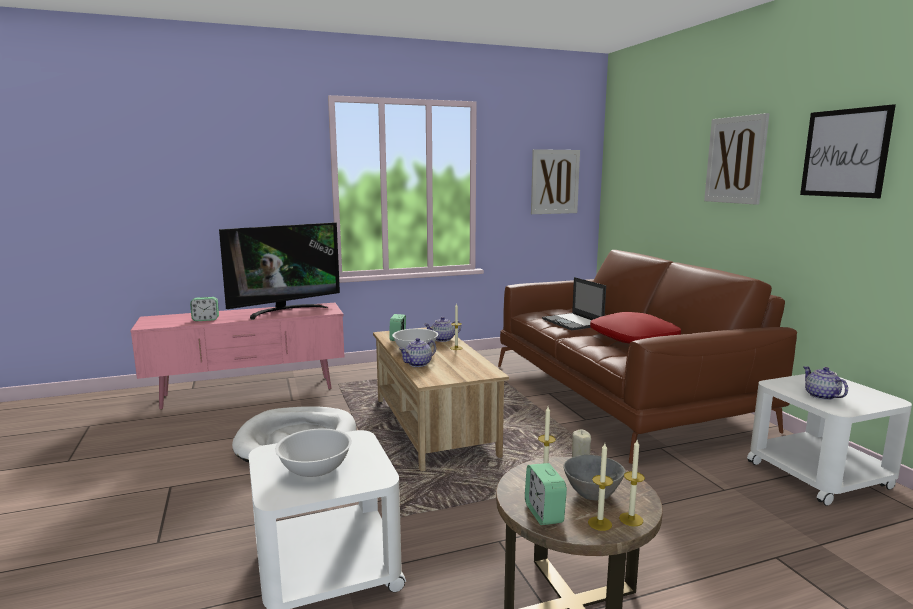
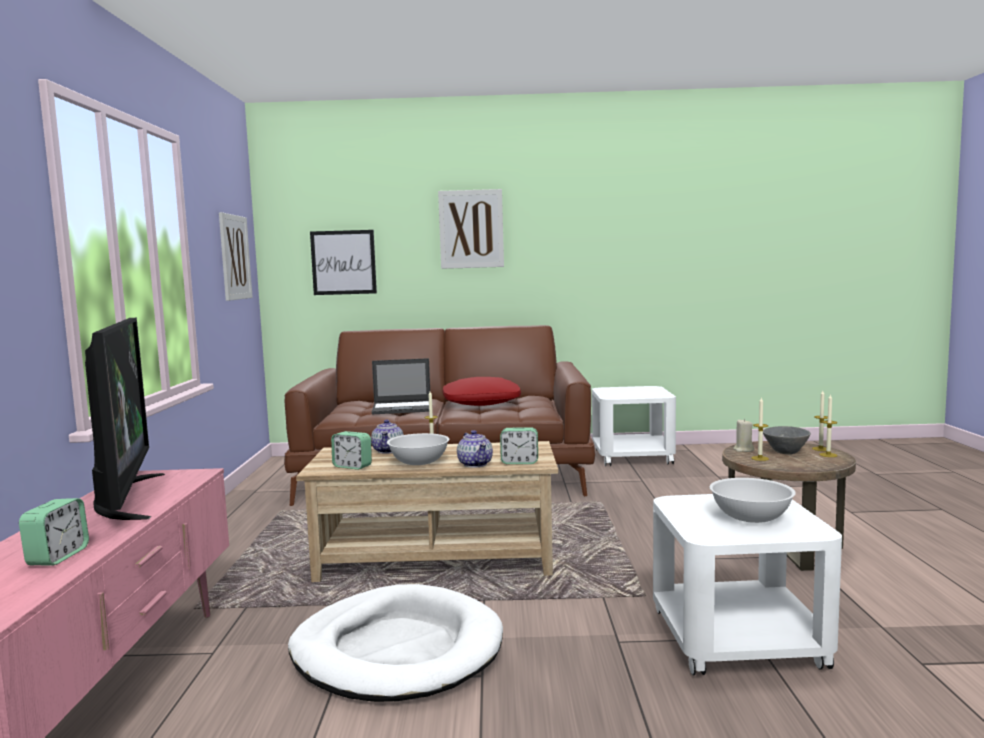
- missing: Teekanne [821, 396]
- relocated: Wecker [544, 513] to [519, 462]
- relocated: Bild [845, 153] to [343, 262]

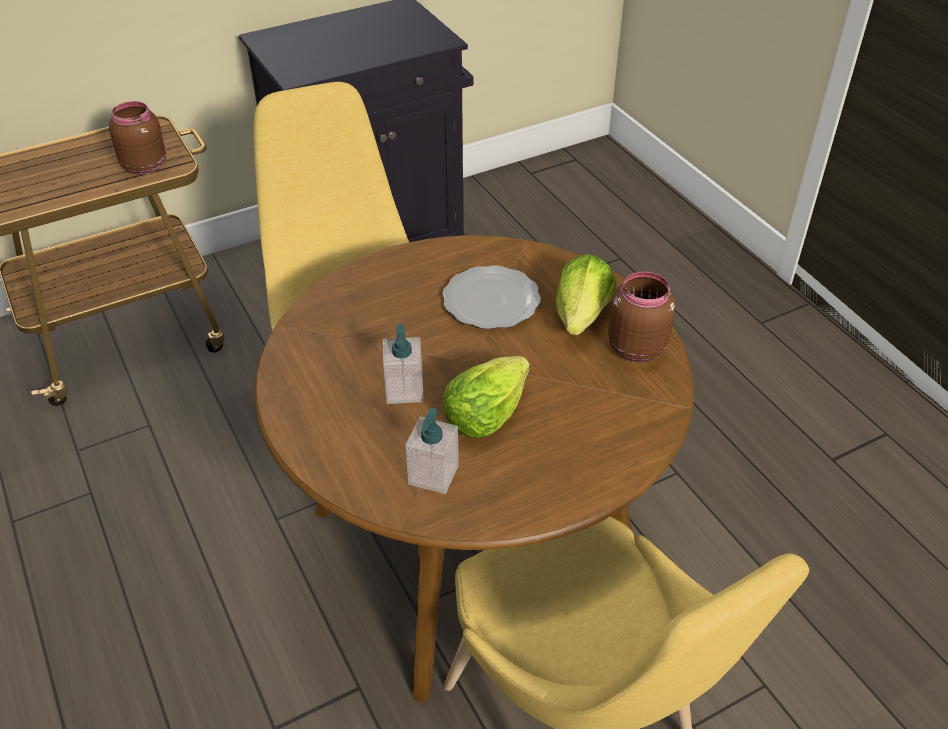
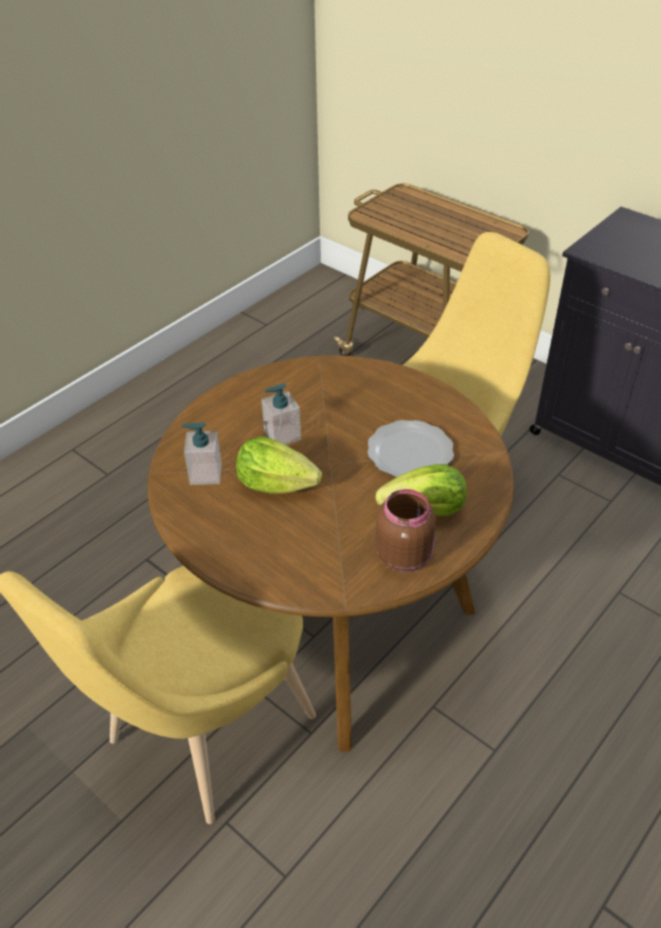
- missing: Vorratsglas [braun] [145, 165]

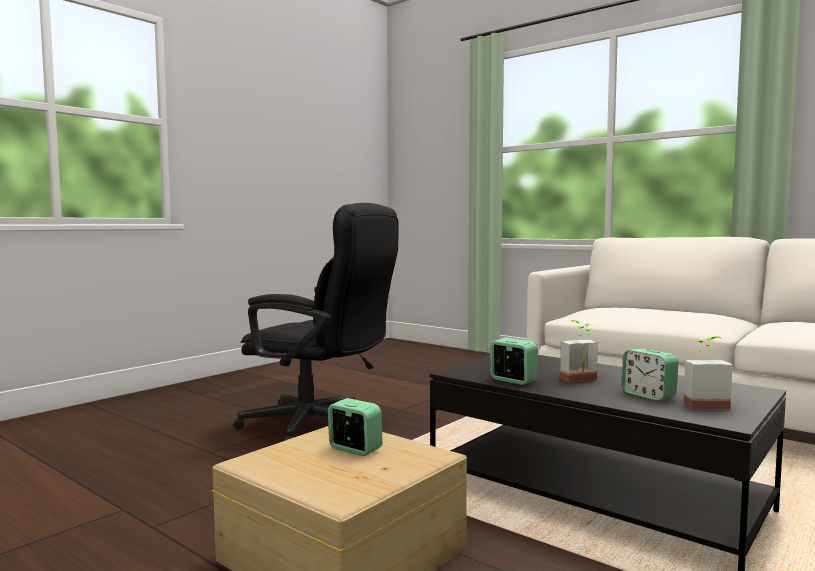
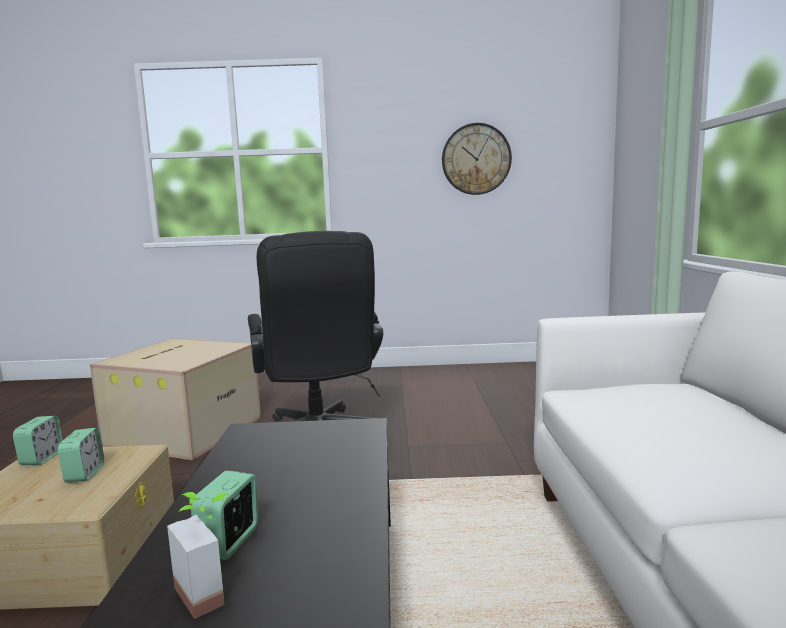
- missing: Topfpflanze [582, 381]
- appeared: Karton [185, 430]
- appeared: Wanduhr [476, 159]
- relocated: Wecker [513, 380] to [42, 458]

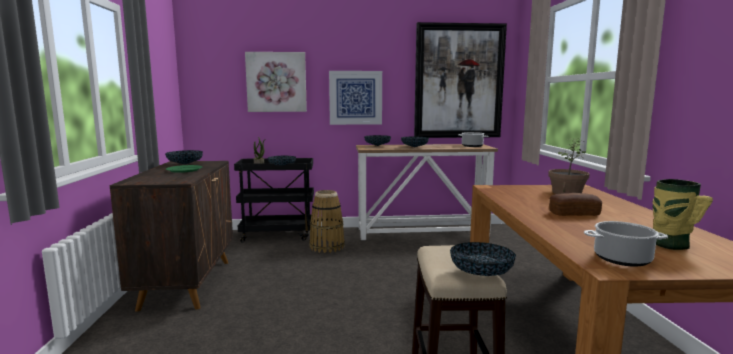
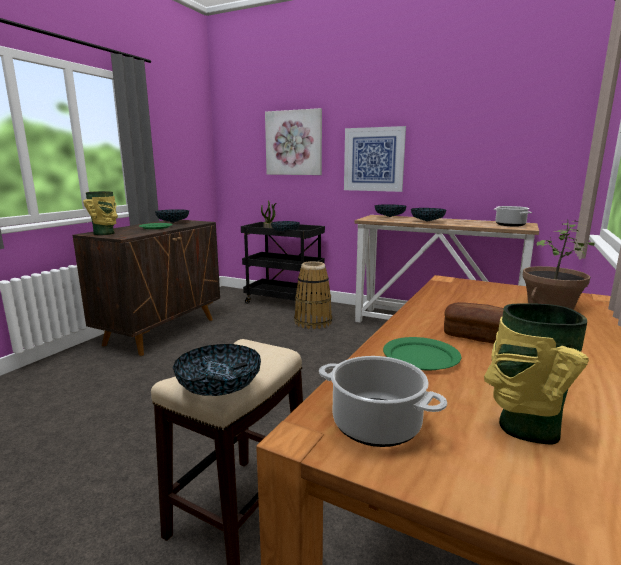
- missing: Bild [458, 81]
- appeared: Vase [105, 233]
- appeared: Teller [grün] [420, 357]

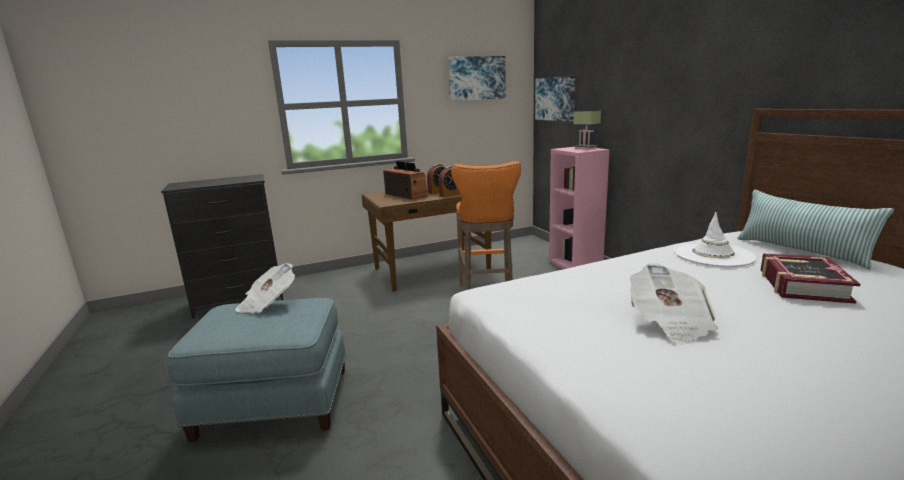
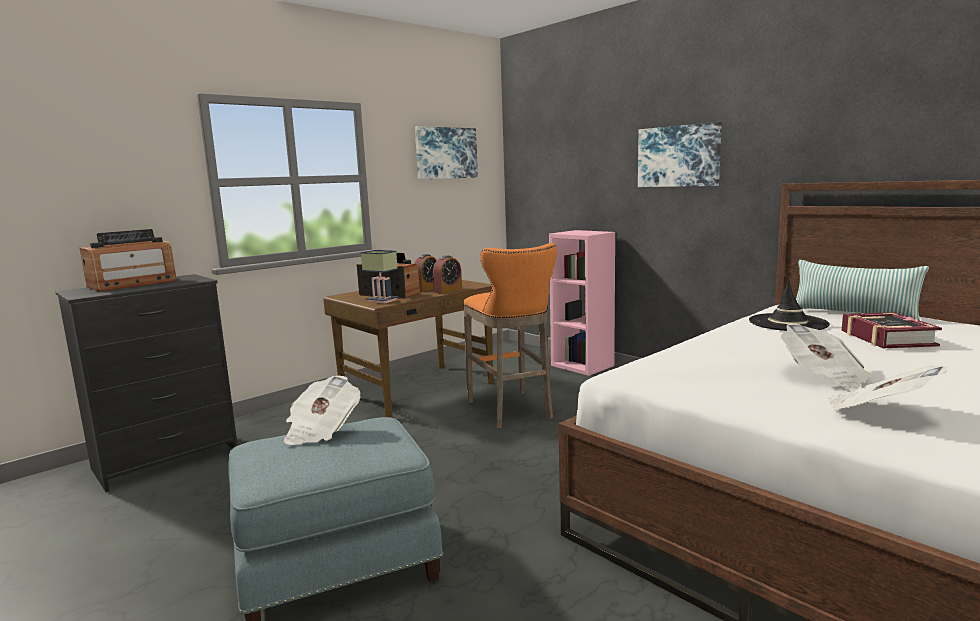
- appeared: Radio [133, 284]
- appeared: Zeitung [878, 412]
- relocated: Bild [555, 99] to [679, 156]
- relocated: Tischlampe [587, 148] to [384, 301]
- colour: Hut [weiß] [713, 255] to Hut [schwarz] [788, 323]

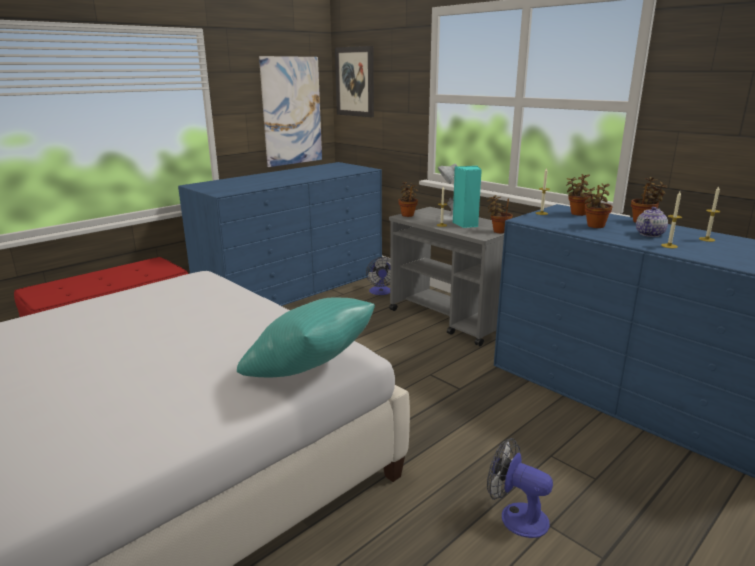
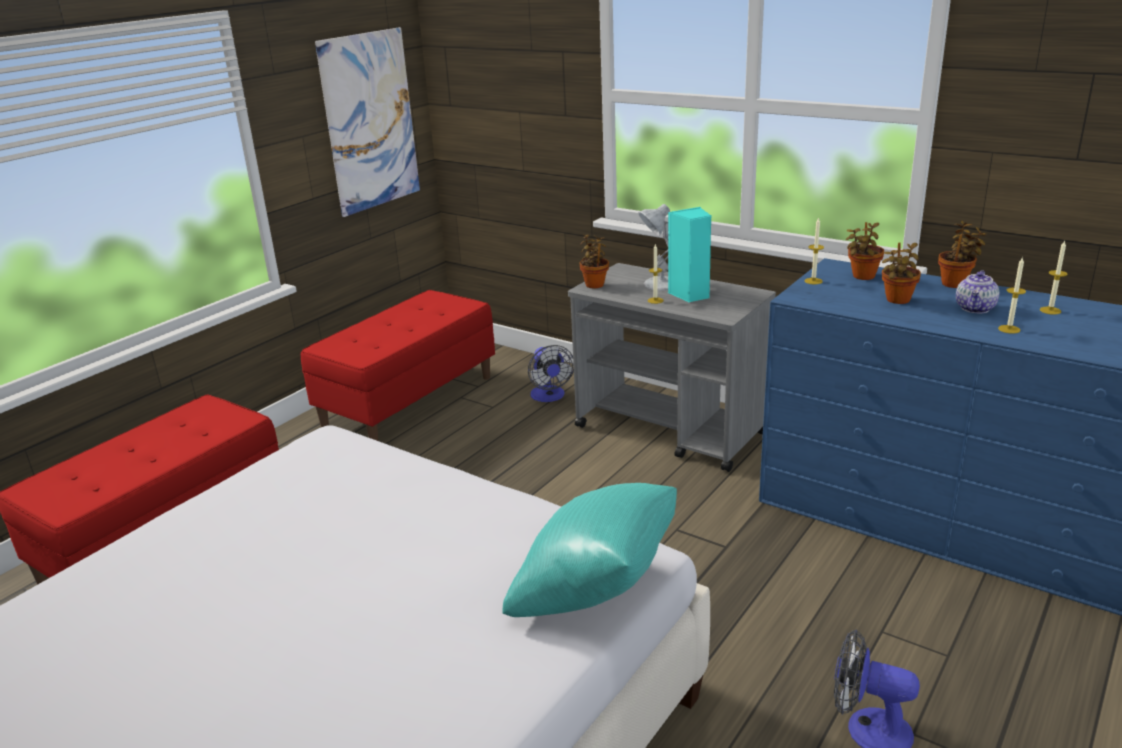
- missing: Bild [355, 82]
- missing: Topfpflanze [498, 231]
- exchanged: Kommode [blau] [294, 286] to Bank [rot] [409, 401]

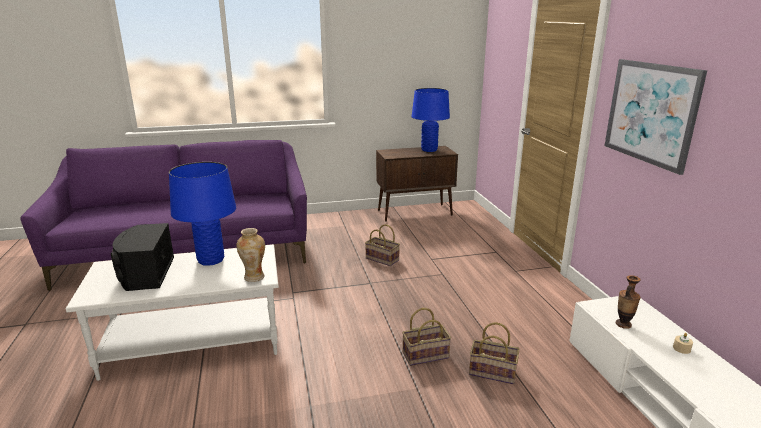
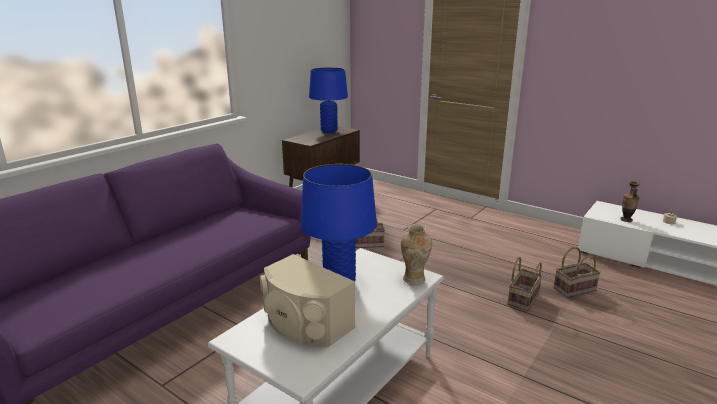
- missing: Bild [650, 113]
- colour: Lautsprecher [schwarz] [145, 273] to Lautsprecher [beige] [305, 323]

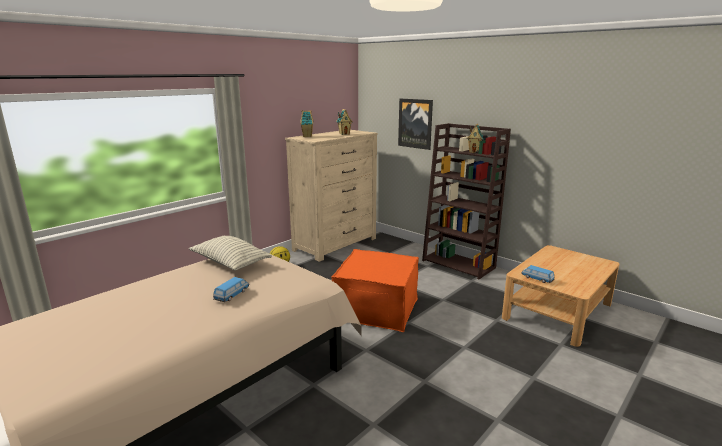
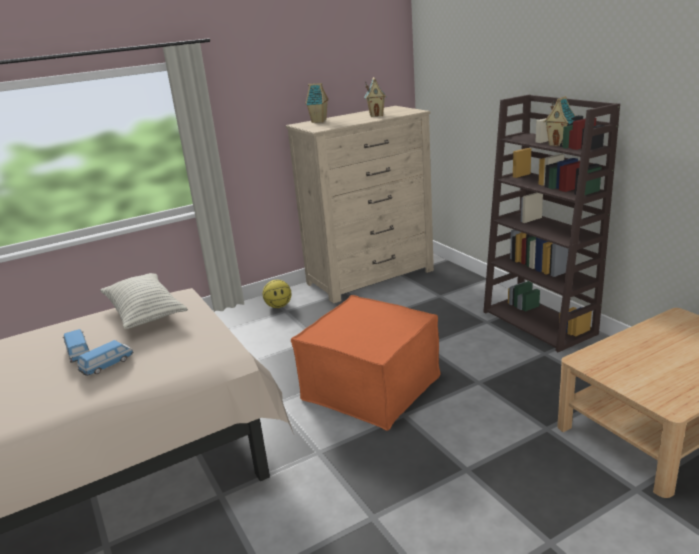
- missing: Bild [415, 123]
- relocated: Spielzeugauto [537, 279] to [78, 353]

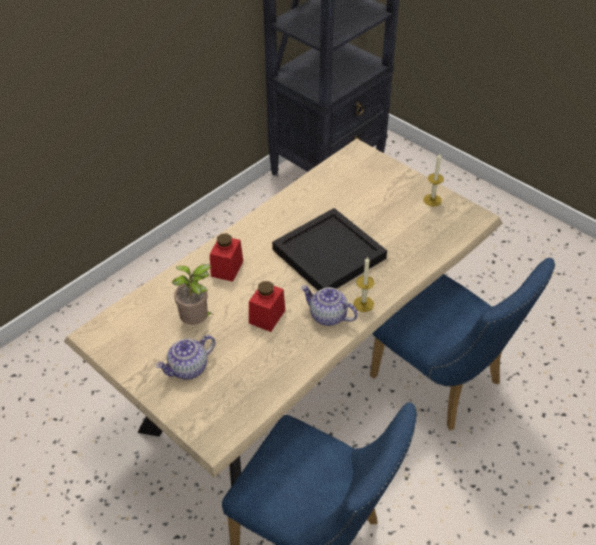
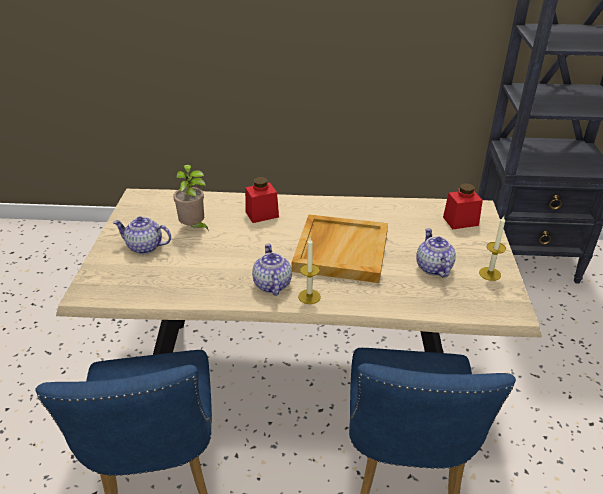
- appeared: Teekanne [433, 267]
- relocated: Vorratsglas [rot] [267, 316] to [460, 221]
- colour: Tablett [schwarz] [327, 254] to Tablett [beige] [340, 250]

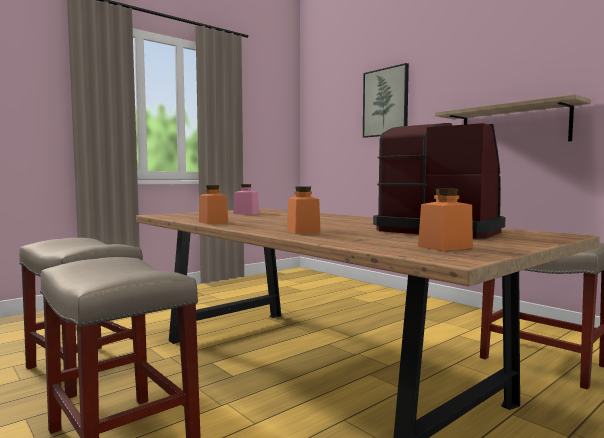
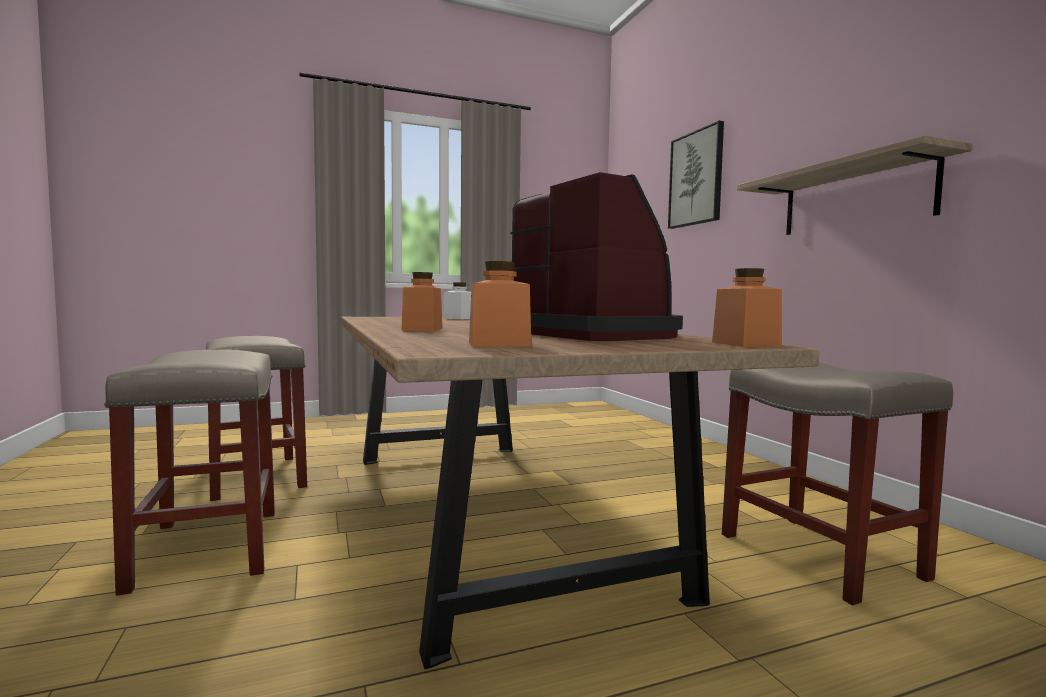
- relocated: Vorratsglas [orange] [213, 222] to [745, 344]
- colour: Vorratsglas [rosa] [246, 213] to Vorratsglas [weiß] [459, 318]

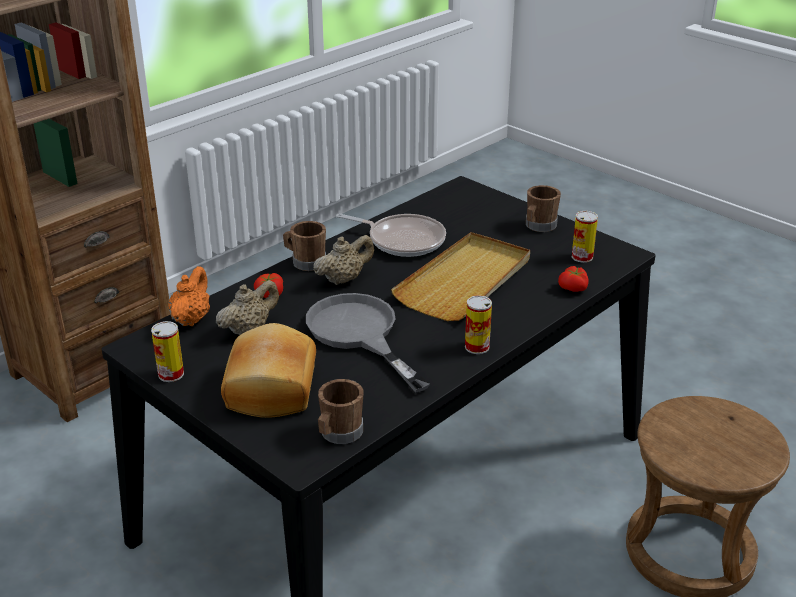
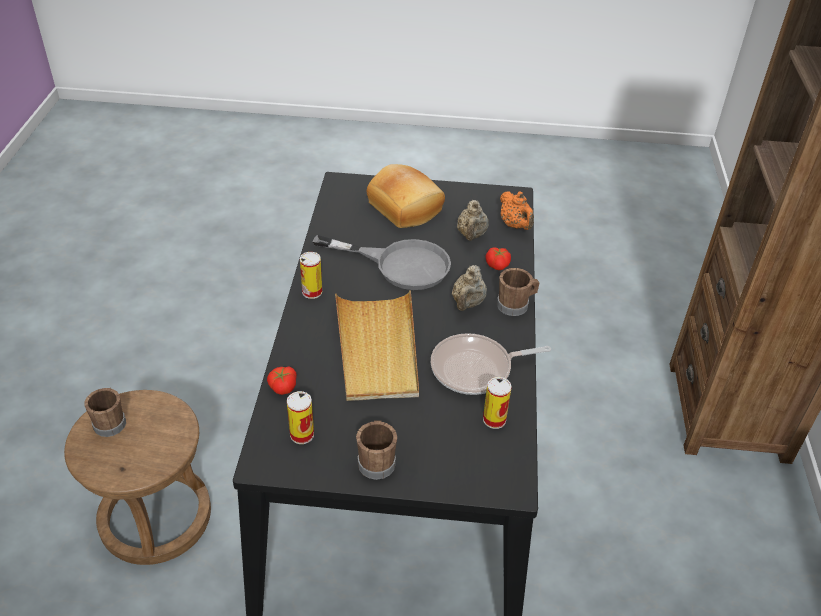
- relocated: Dose [171, 374] to [494, 419]
- relocated: Henkelbecher [braun] [339, 434] to [110, 421]

